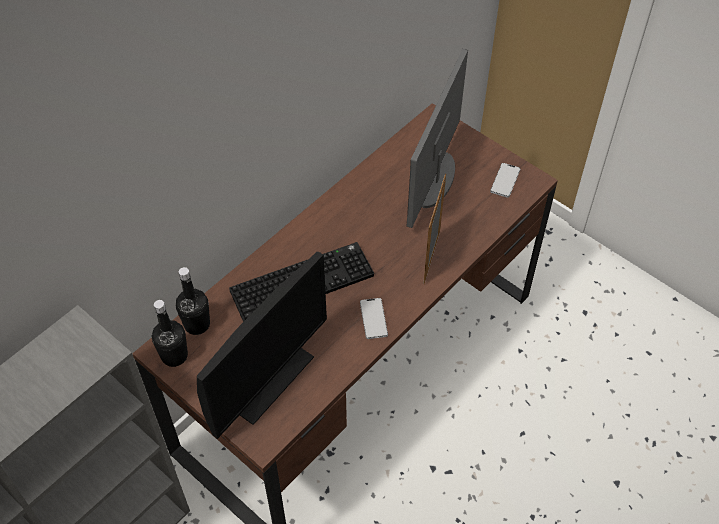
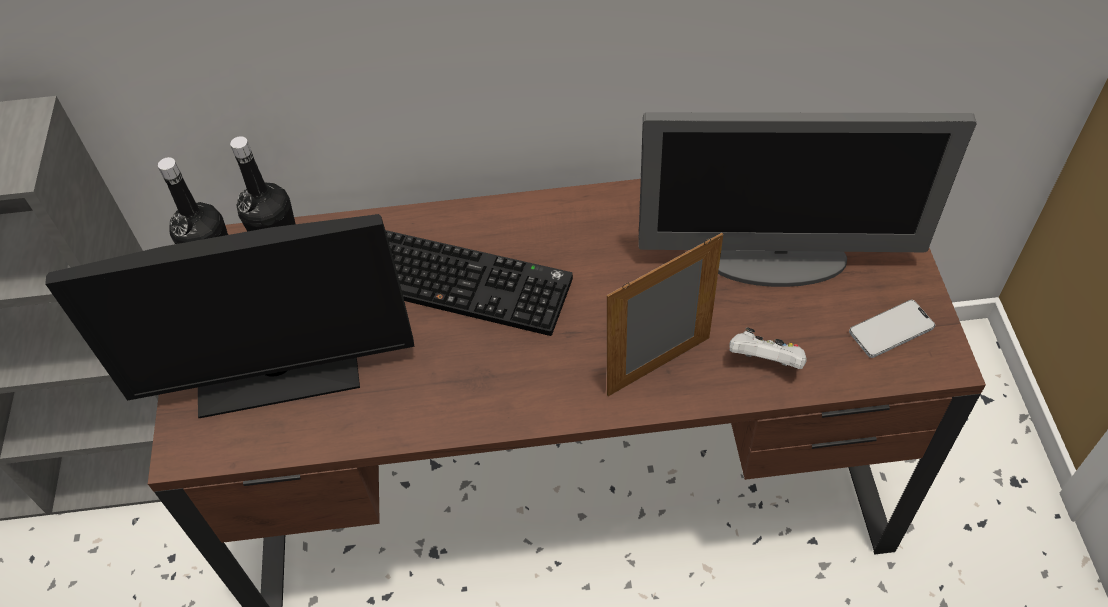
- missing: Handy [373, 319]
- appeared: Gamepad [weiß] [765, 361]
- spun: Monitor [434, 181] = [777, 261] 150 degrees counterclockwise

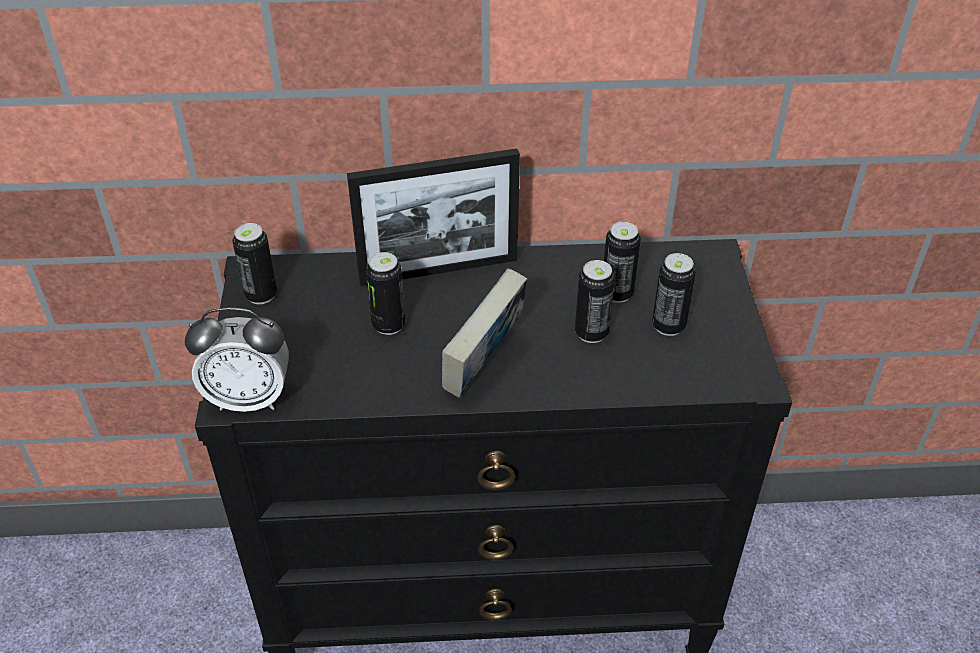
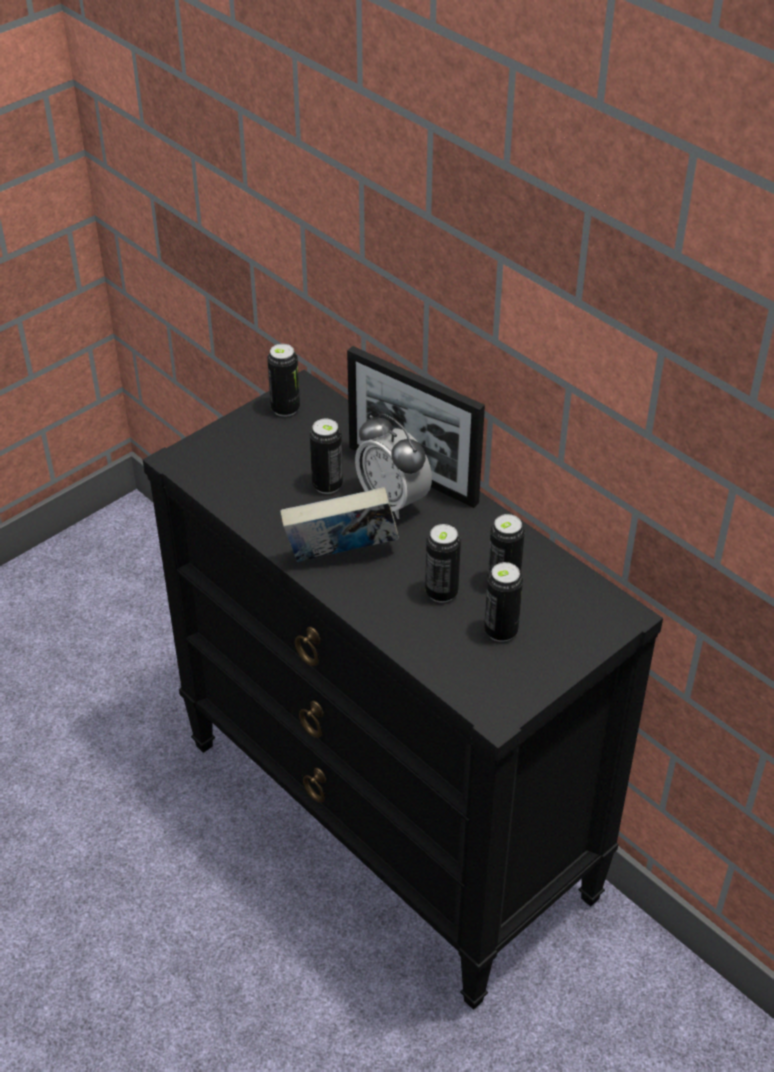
- relocated: Wecker [249, 398] to [393, 501]

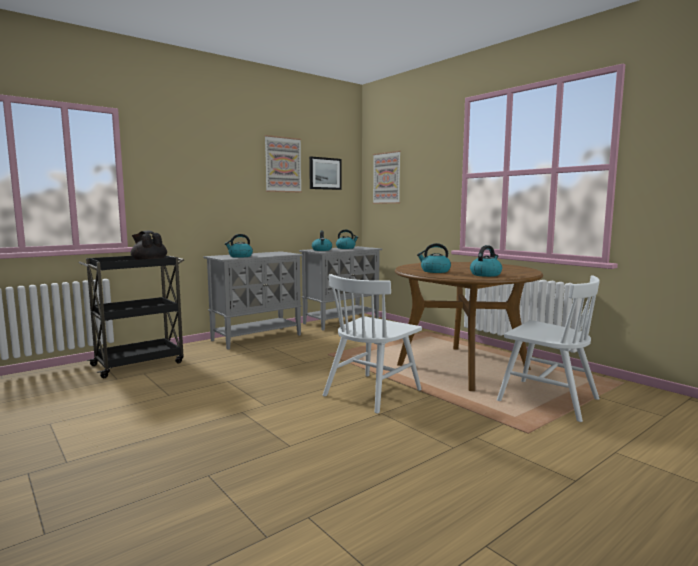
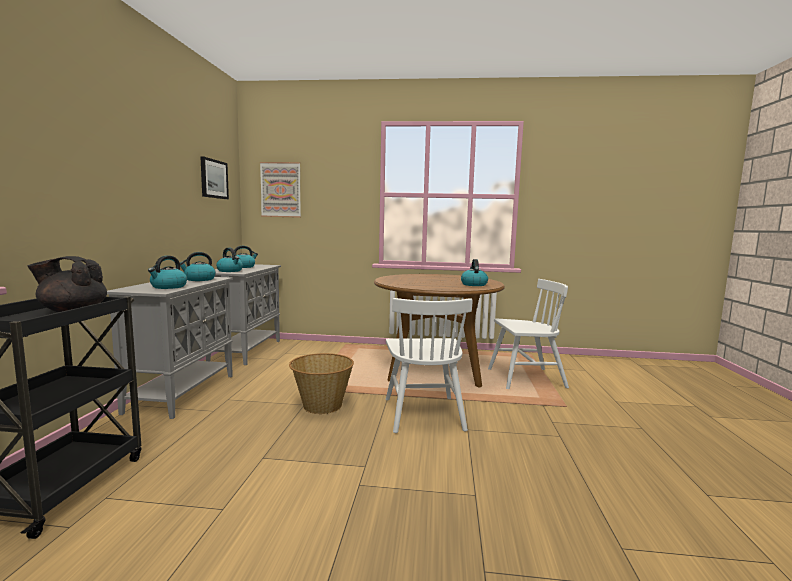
- missing: Bild [283, 164]
- appeared: Korb [321, 405]
- relocated: Wasserkessel [435, 271] to [199, 279]

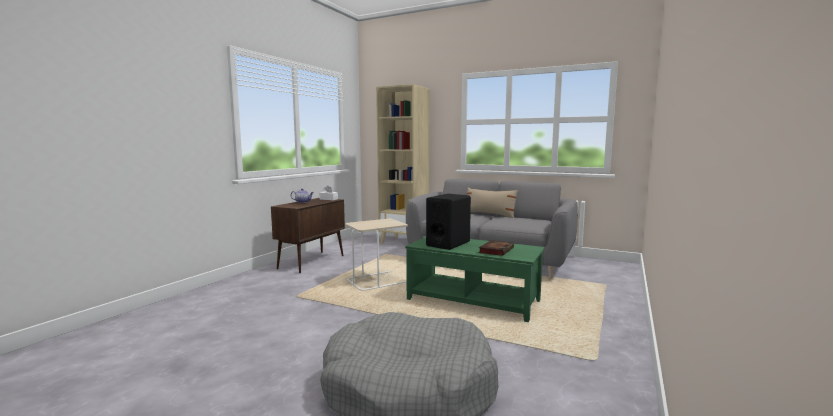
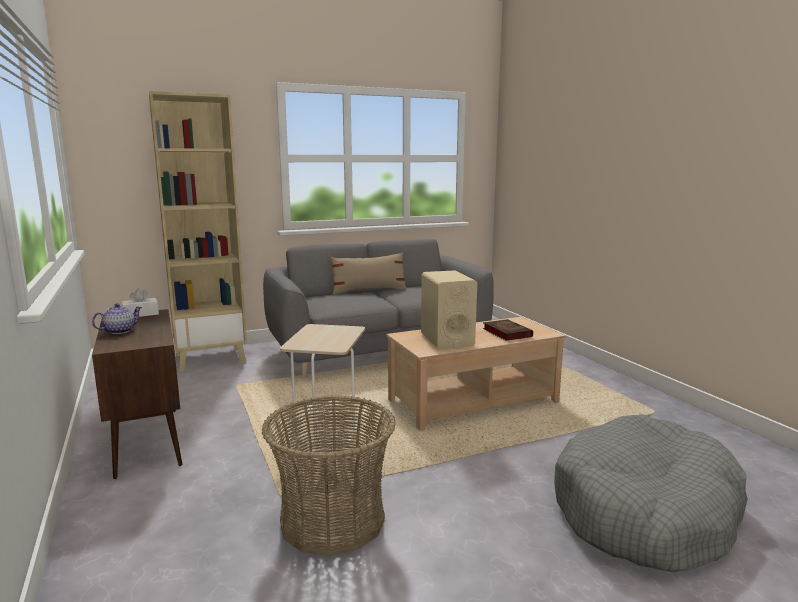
- appeared: Korb [332, 520]
- colour: Couchtisch [grün] [474, 300] to Couchtisch [beige] [472, 401]
- colour: Lautsprecher [schwarz] [448, 244] to Lautsprecher [beige] [446, 339]

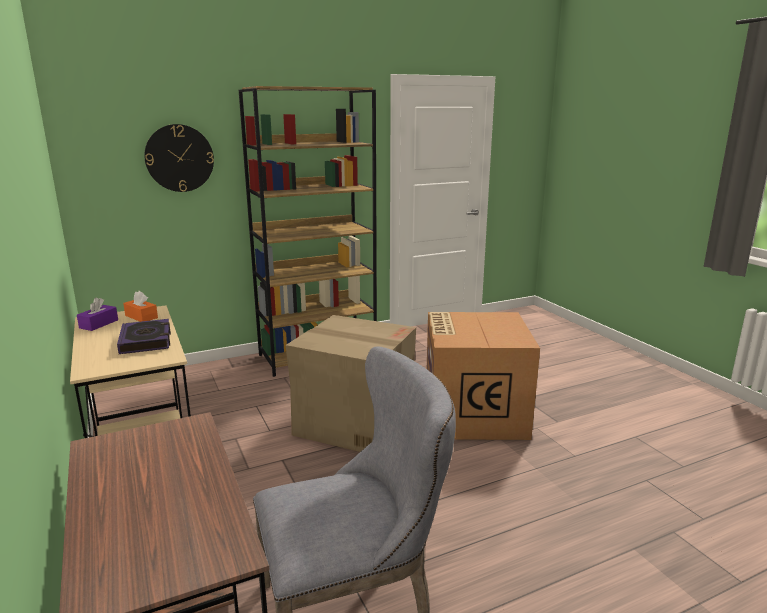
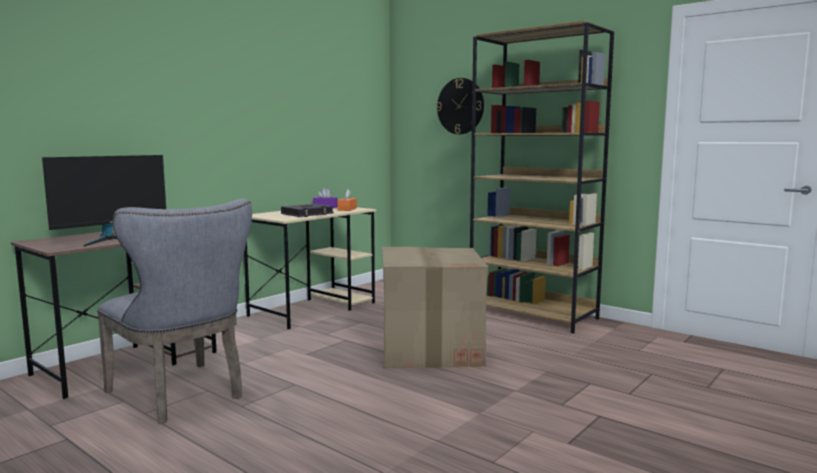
- missing: Karton [472, 413]
- appeared: Monitor [112, 239]

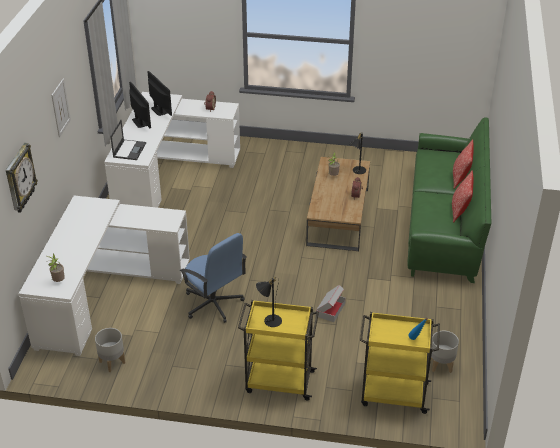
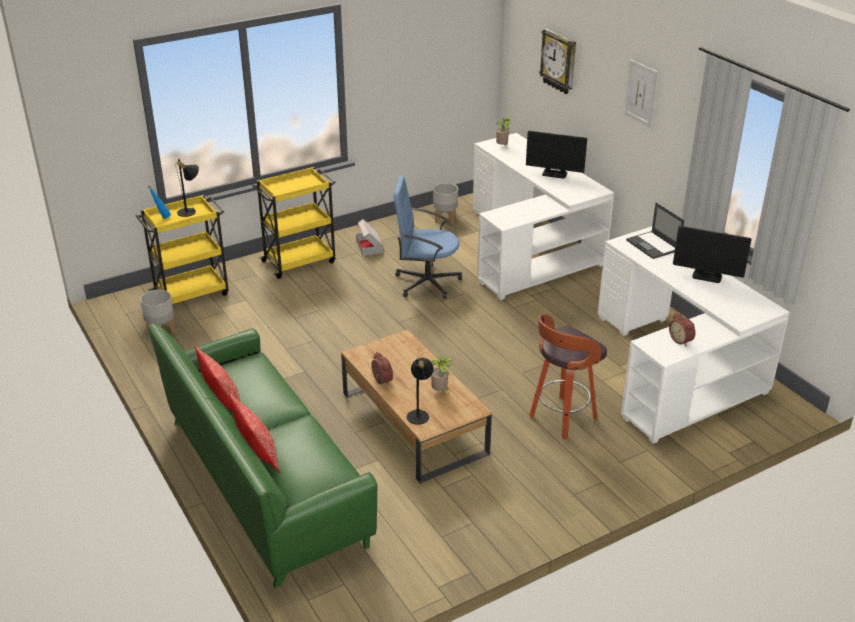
- appeared: Hocker [561, 418]
- relocated: Monitor [159, 110] to [554, 174]
- relocated: Tischlampe [schwarz] [269, 320] to [190, 211]
- relocated: Karton [330, 309] to [369, 247]

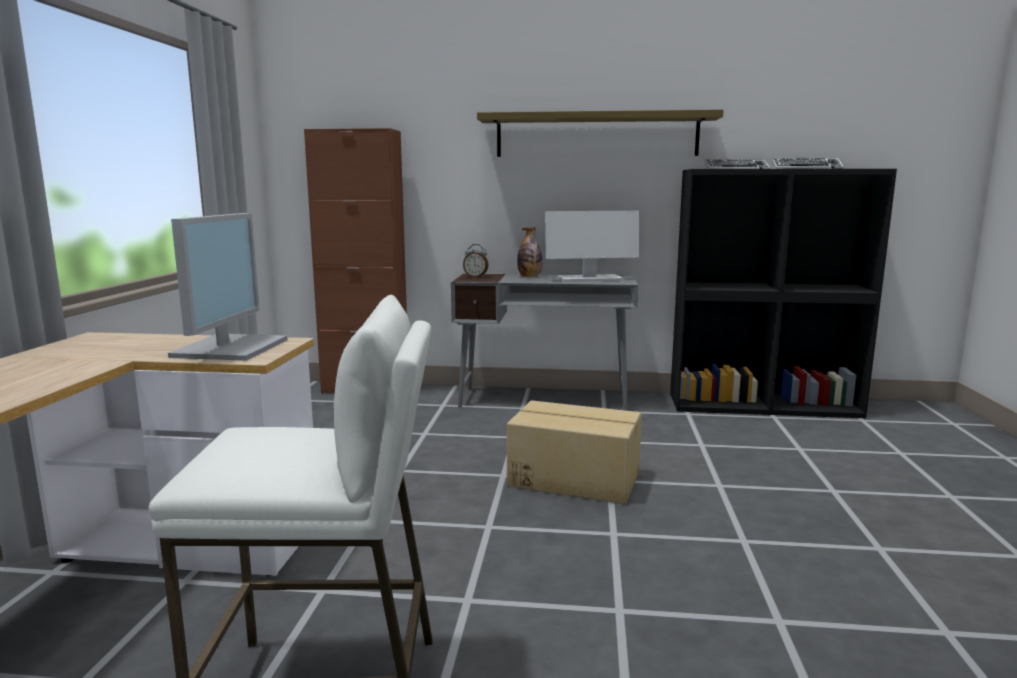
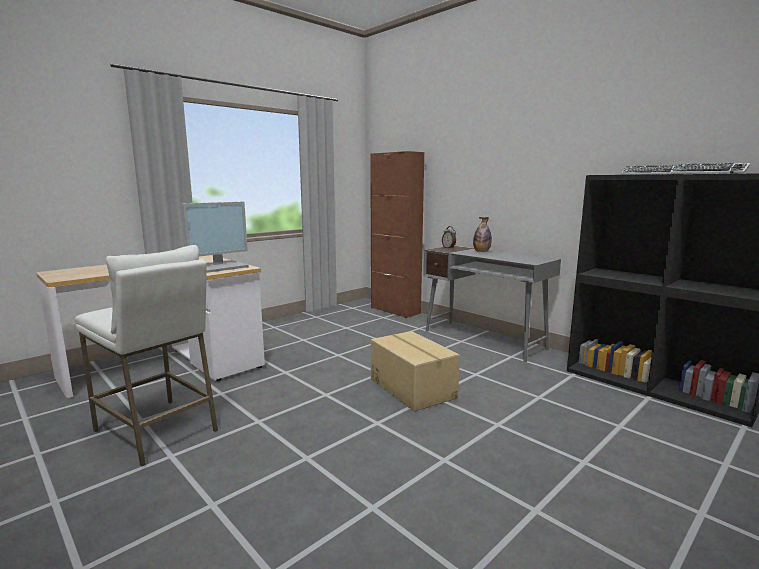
- missing: Wandregal [596, 135]
- missing: Monitor [589, 279]

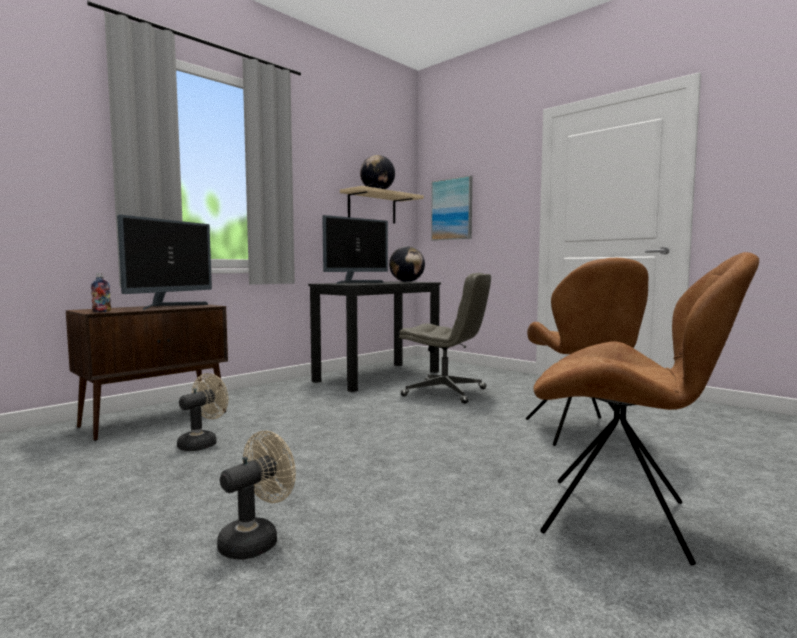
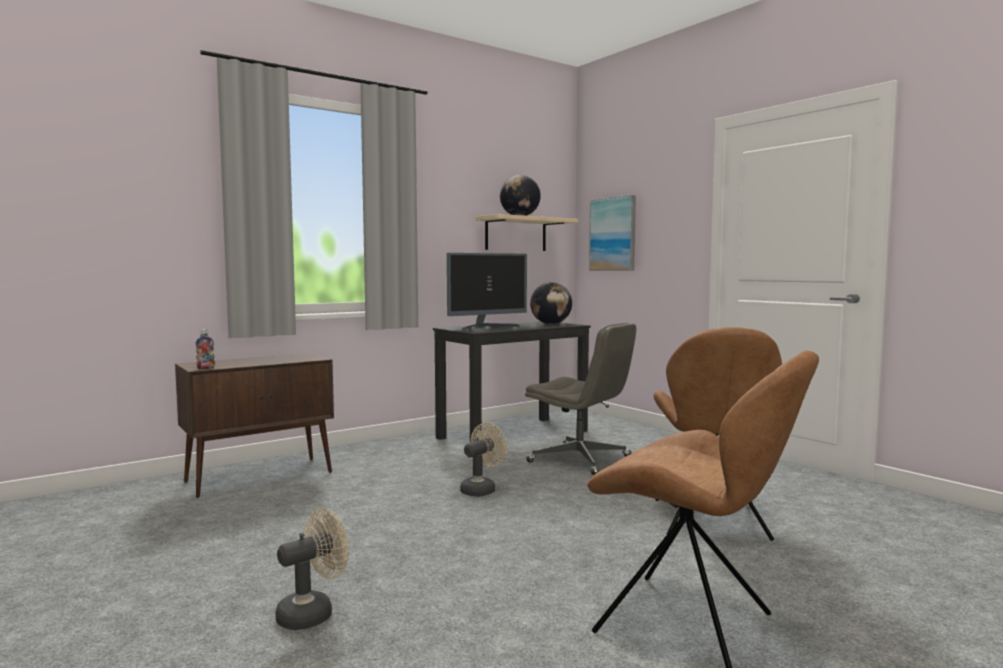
- missing: Monitor [168, 306]
- relocated: Ventilator [beige] [202, 443] to [481, 489]

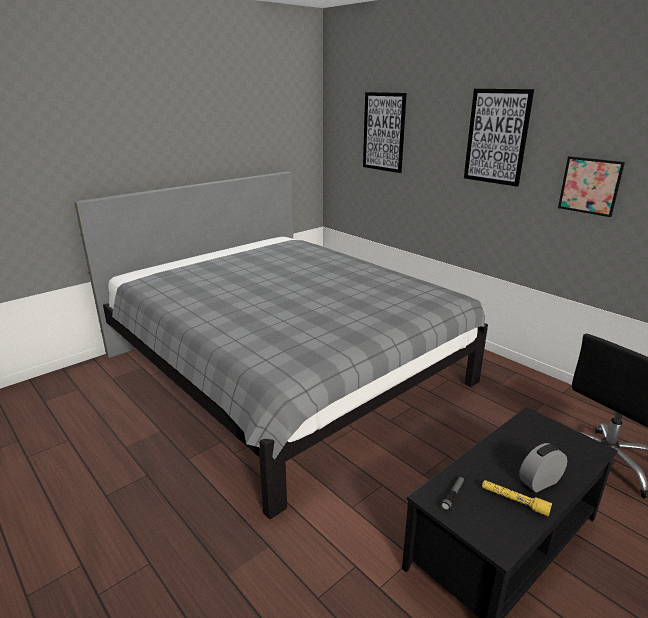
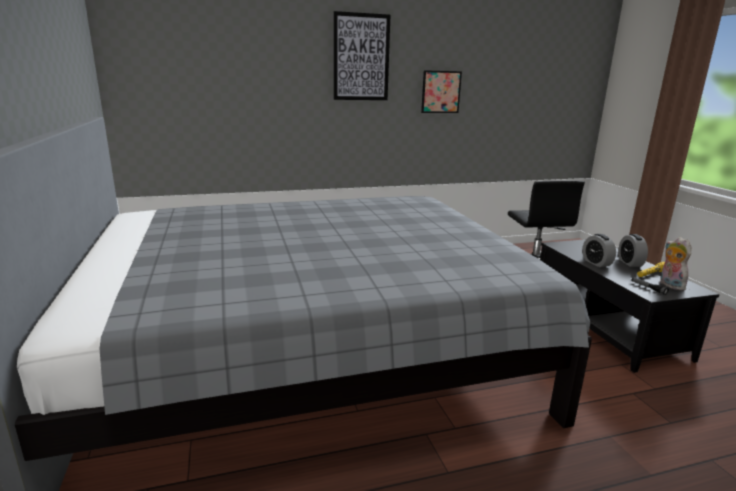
- missing: Bild [384, 132]
- appeared: Wecker [596, 263]
- appeared: Plüschtier [669, 285]

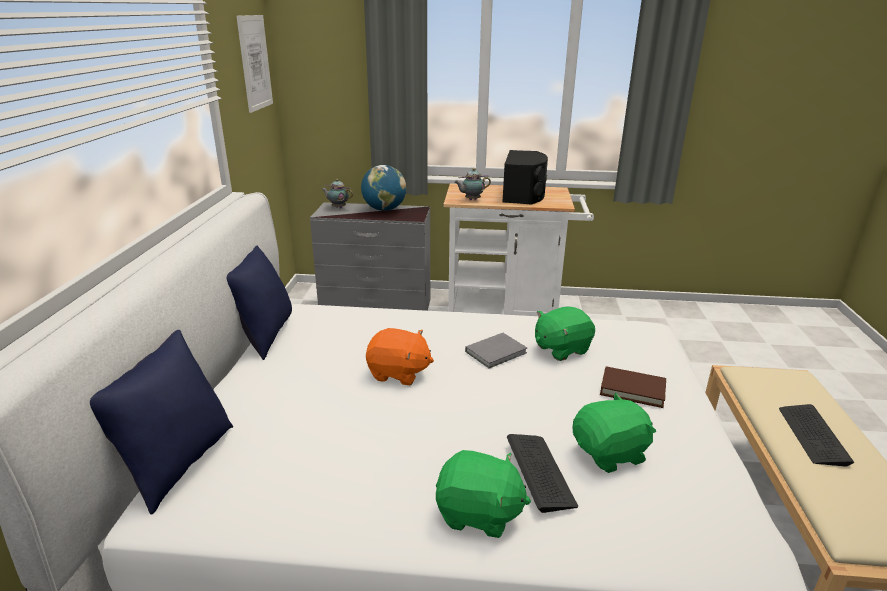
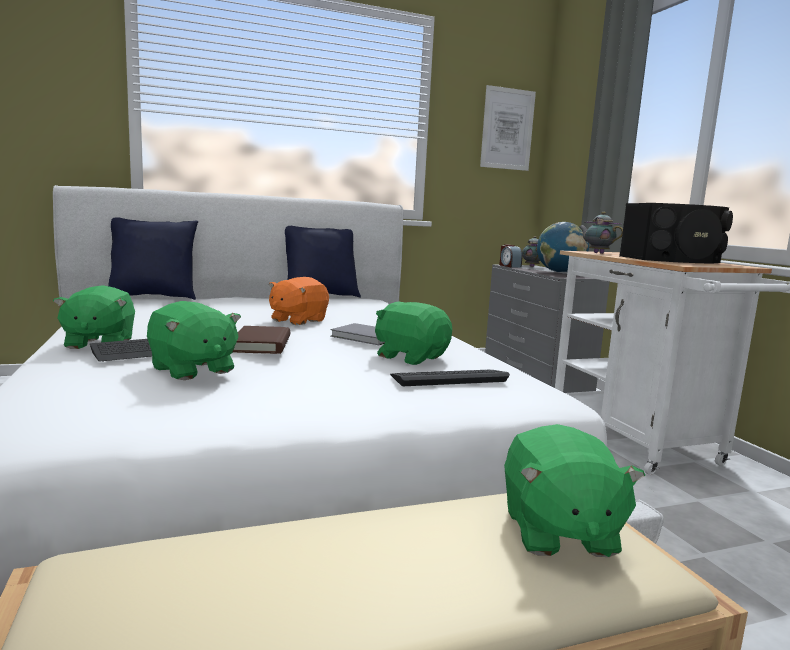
- appeared: Wecker [509, 266]
- appeared: Plüschtier [grün] [557, 532]
- relocated: Buch [braun] [632, 390] to [262, 344]
- relocated: Tastatur [812, 435] to [448, 378]
- spun: Plüschtier [orange] [398, 373] = [297, 320] 45 degrees clockwise

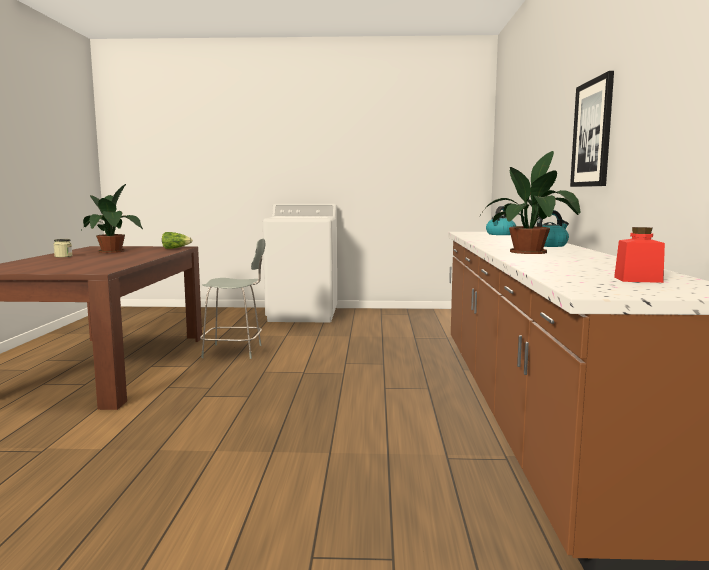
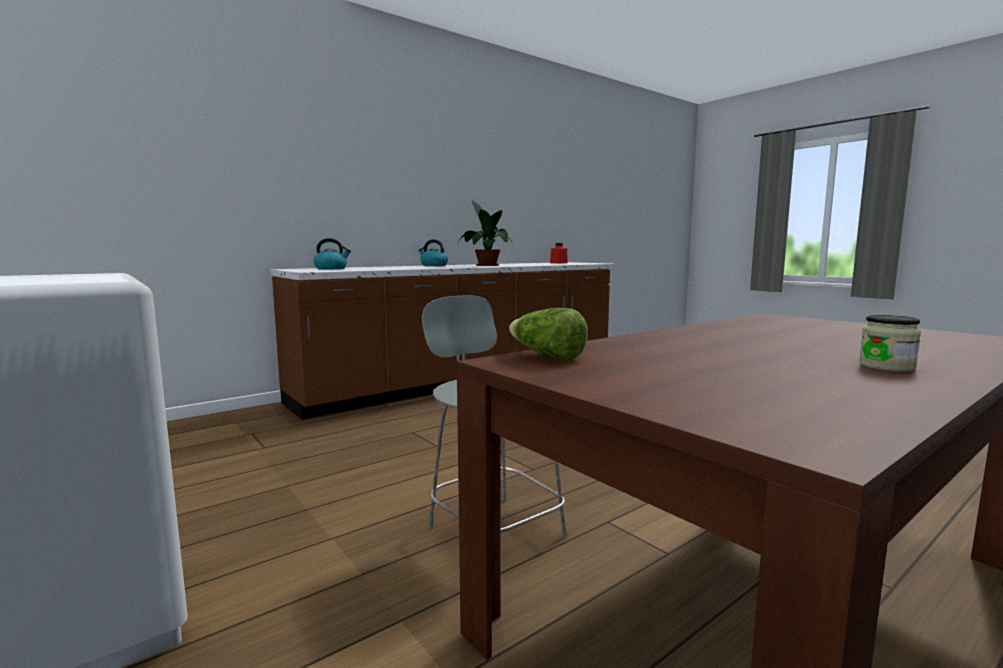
- missing: Topfpflanze [113, 251]
- missing: Bild [592, 133]

